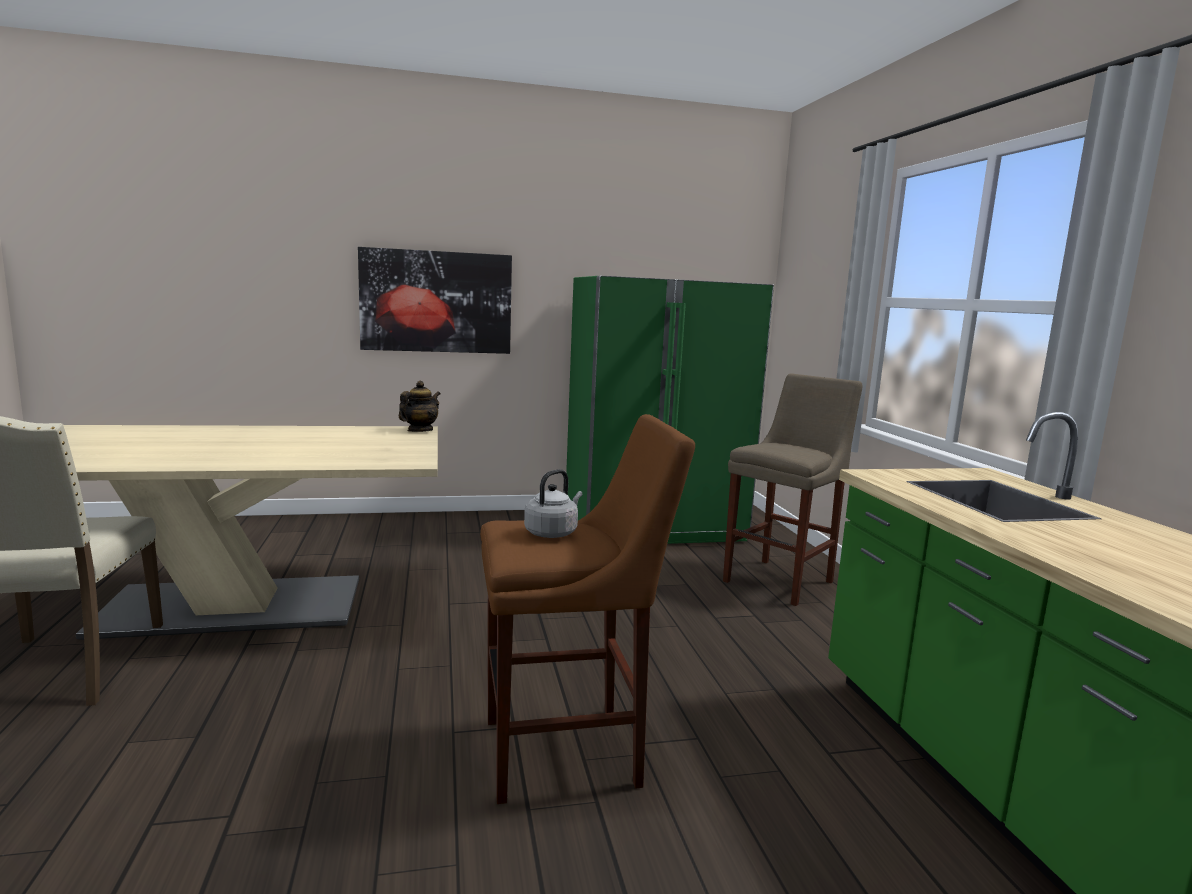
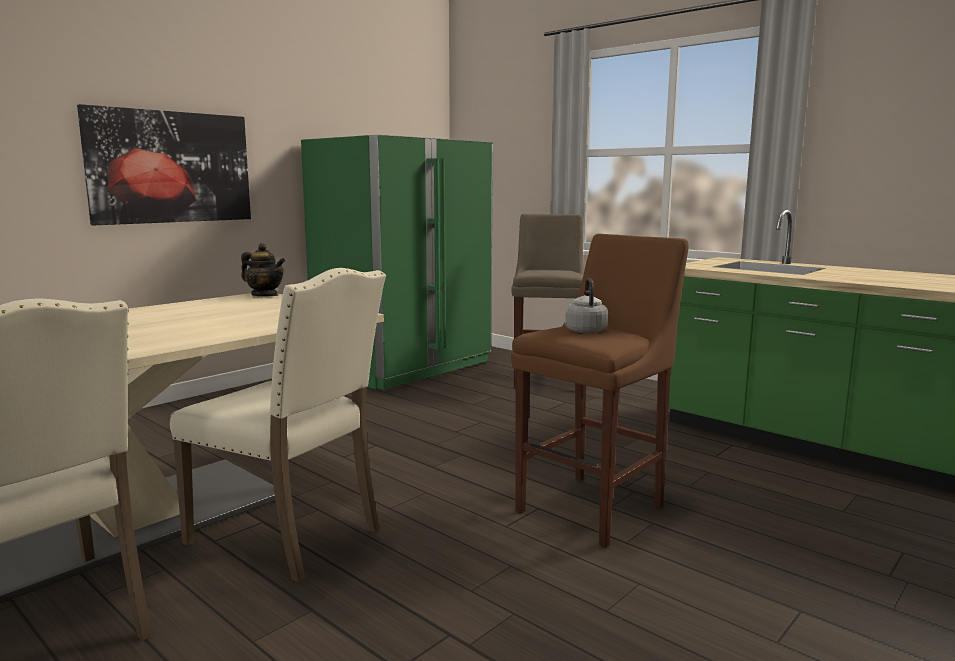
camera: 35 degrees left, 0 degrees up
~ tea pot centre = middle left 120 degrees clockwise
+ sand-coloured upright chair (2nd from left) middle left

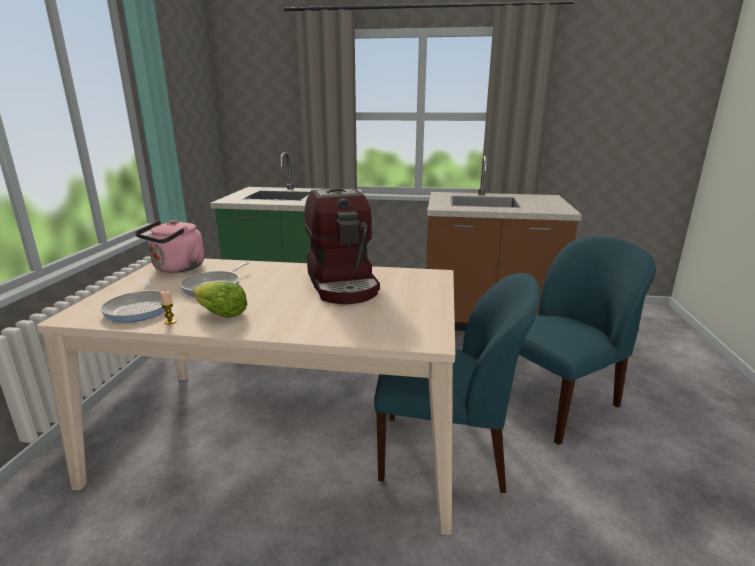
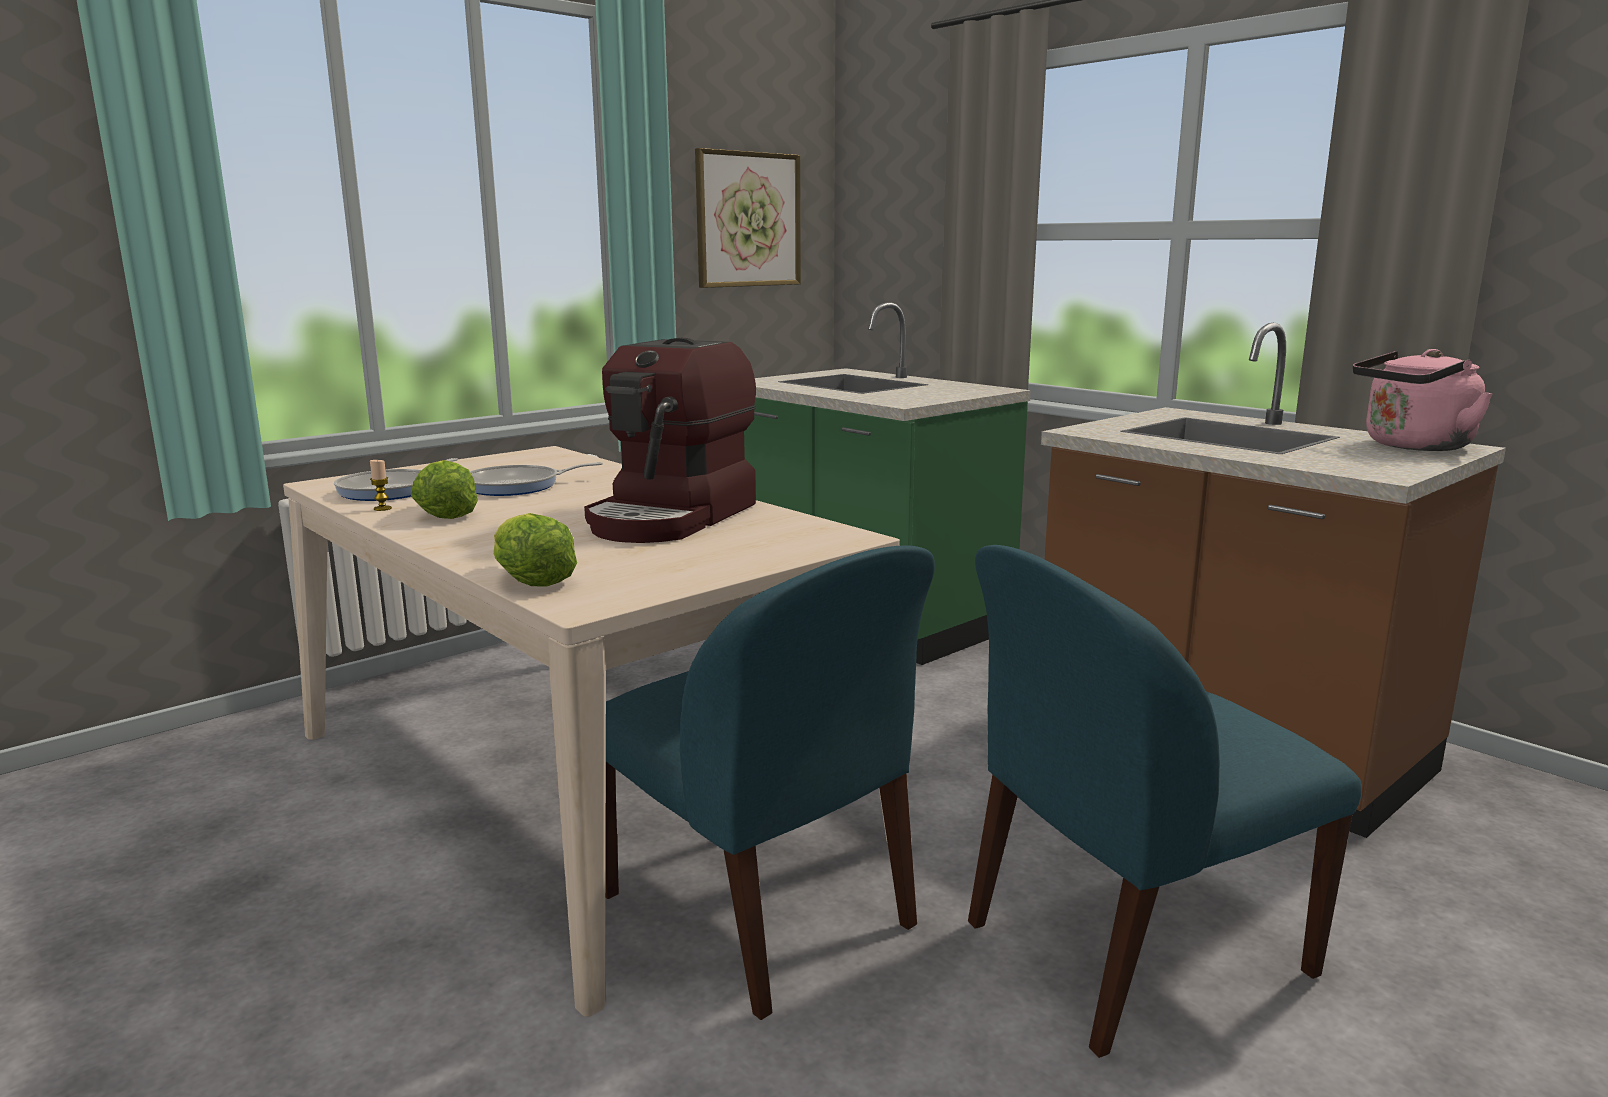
camera: 40 degrees right, 5 degrees down
~ pinkish water kettle middle left to middle right
~ blue upright chair (2nd from left) middle right = bottom right 150 degrees clockwise
+ wall art top centre
+ lettuce head (2nd from left) middle left

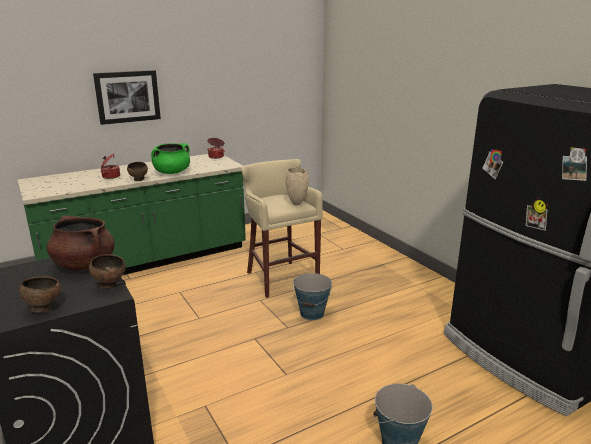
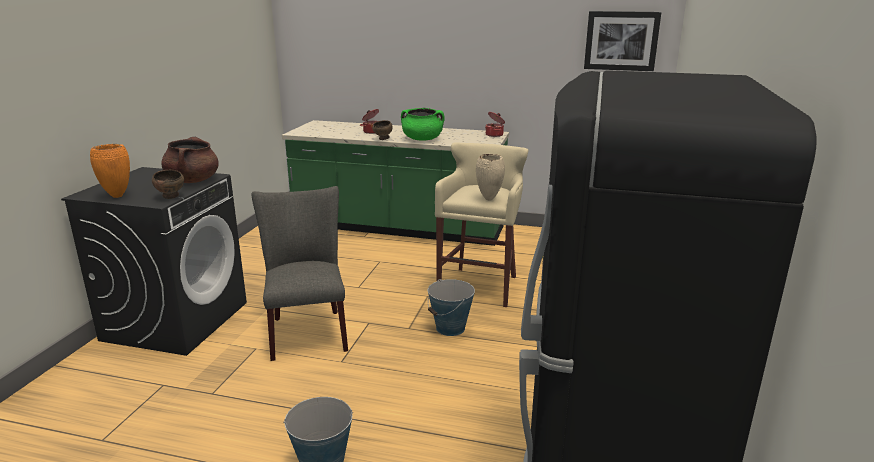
camera: 45 degrees right, 0 degrees up
~ wall art top left to top right
~ brown-coloured deep dish (1st from left) middle left to orange-coloured vase middle left
+ gray upright chair centre

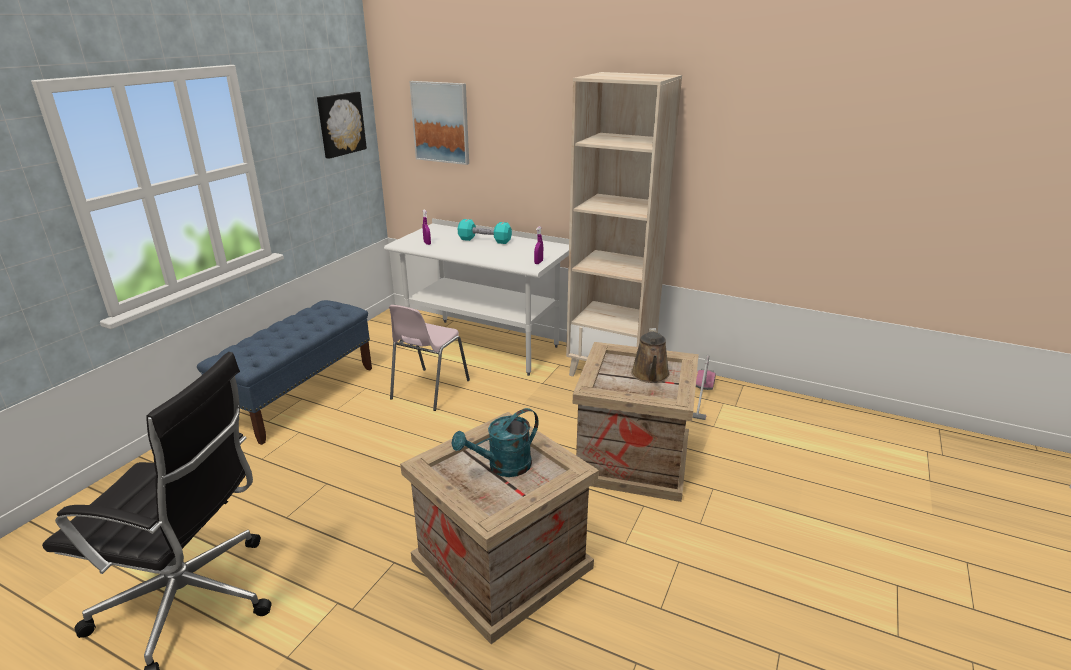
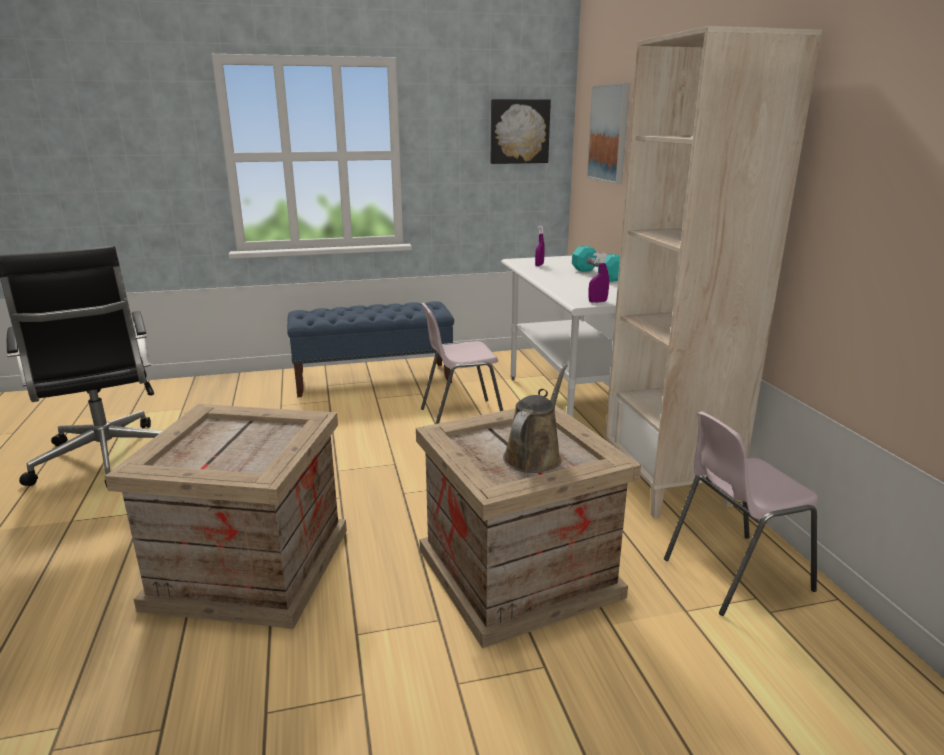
camera: 50 degrees right, 5 degrees down
~ brown-coloured sprinkling can centre = centre 150 degrees clockwise
~ vacuum centre to pinkish upright chair (2nd from left) bottom right
- turquoise-coloured sprinkling can centre

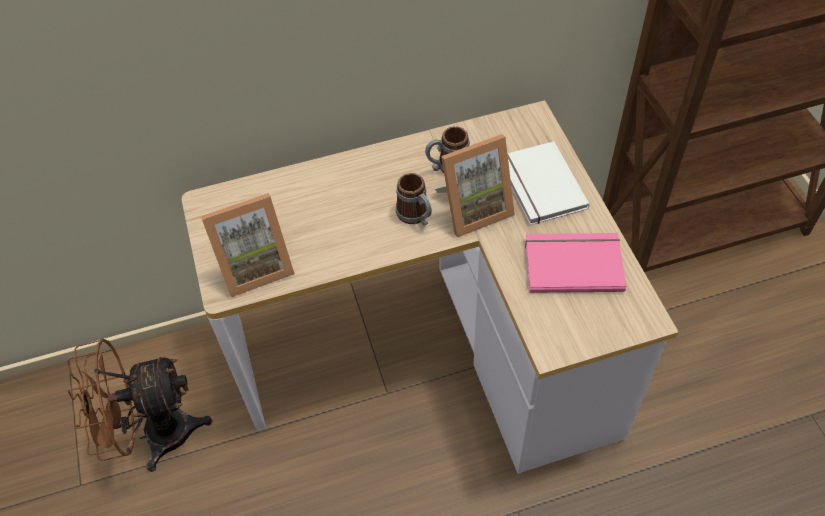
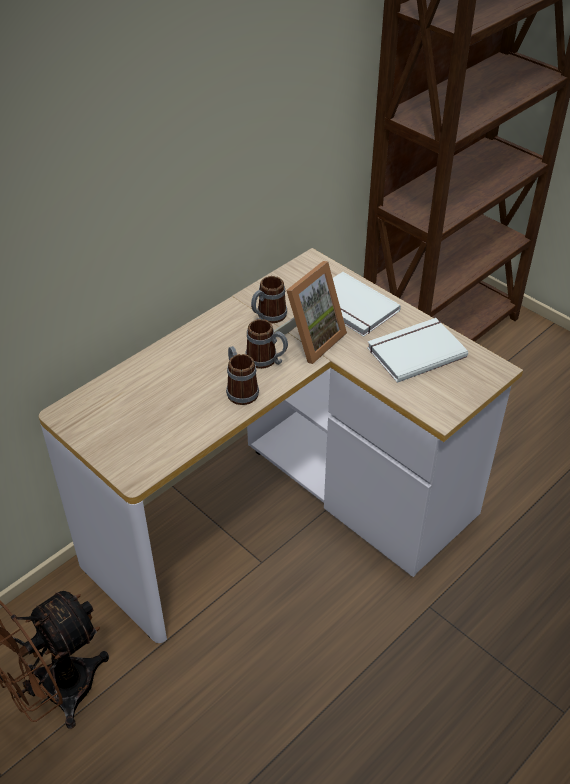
camera: 30 degrees left, 10 degrees down
- photo frame (1st from left) middle left
~ pinkish volume middle right to white volume (2nd from left) middle right
+ tea mug (1st from left) centre

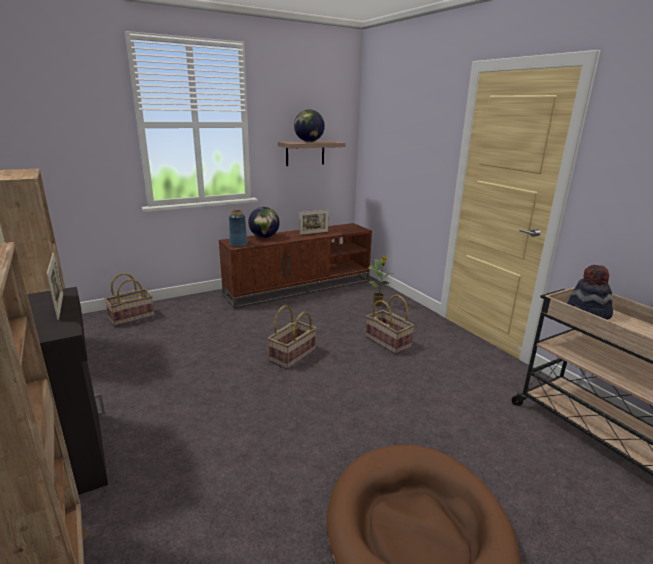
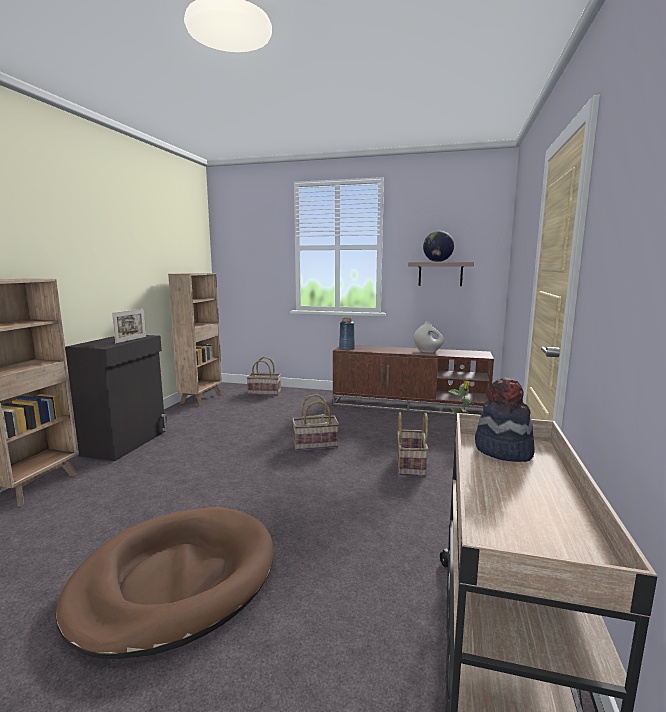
camera: 45 degrees right, 10 degrees down
- world globe (1st from left) centre
~ photo frame (2nd from left) centre to white vase centre

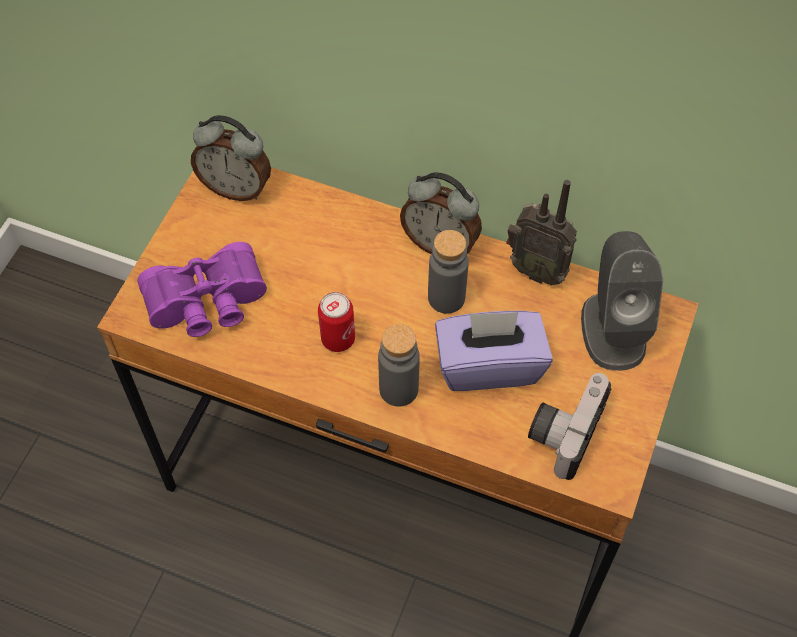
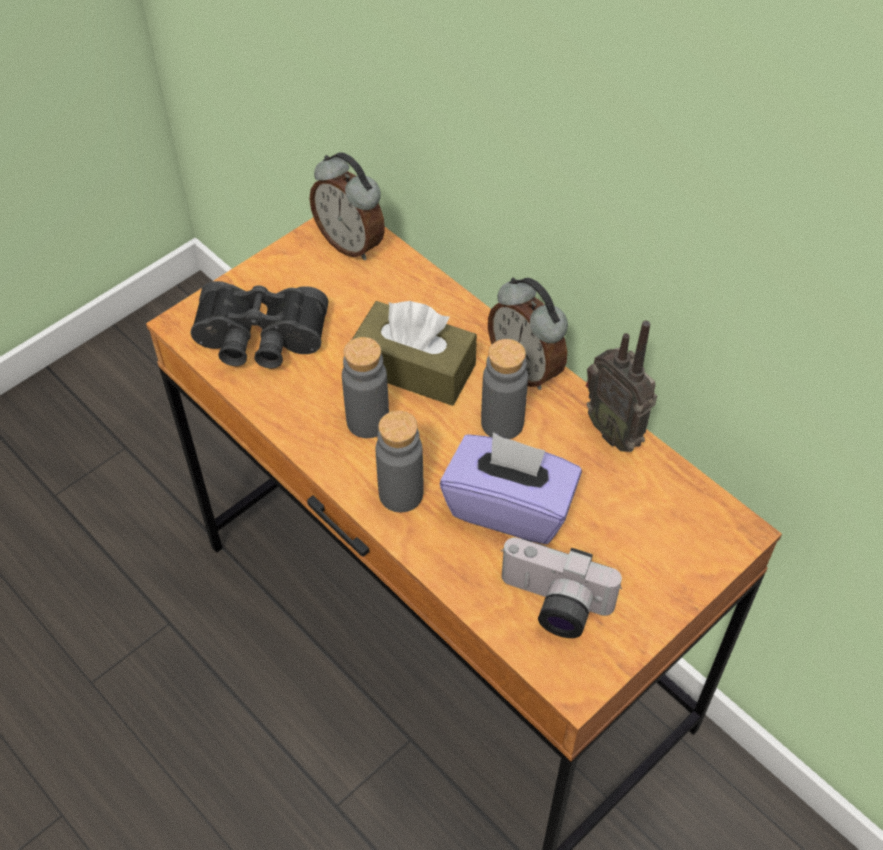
camera: 25 degrees right, 5 degrees down
- gray audio speaker middle right
~ purple-coloured binoculars middle left to blackish binoculars middle left
~ metal can centre to gray beverage bottle (1st from left) centre
~ photo camera bottom right = bottom centre 120 degrees counterclockwise
+ brown-coloured tissue box centre

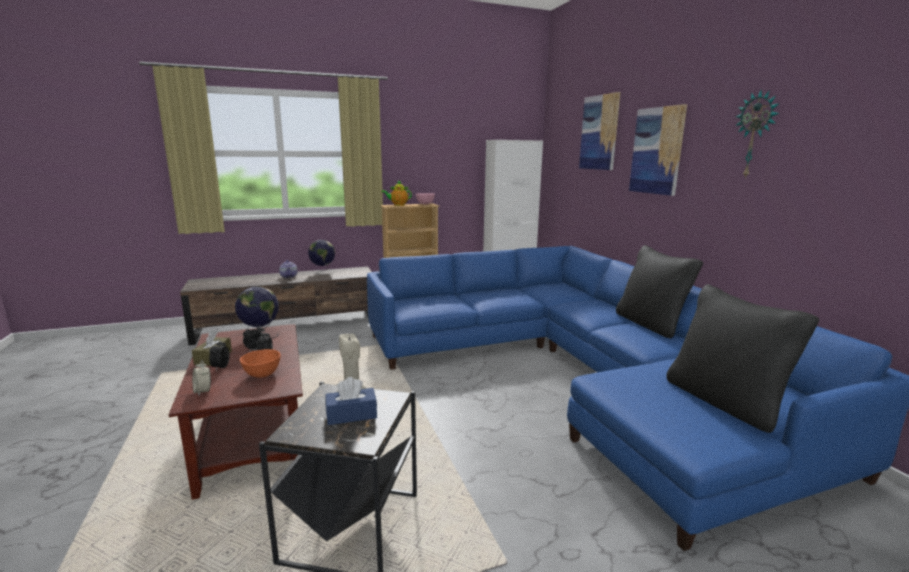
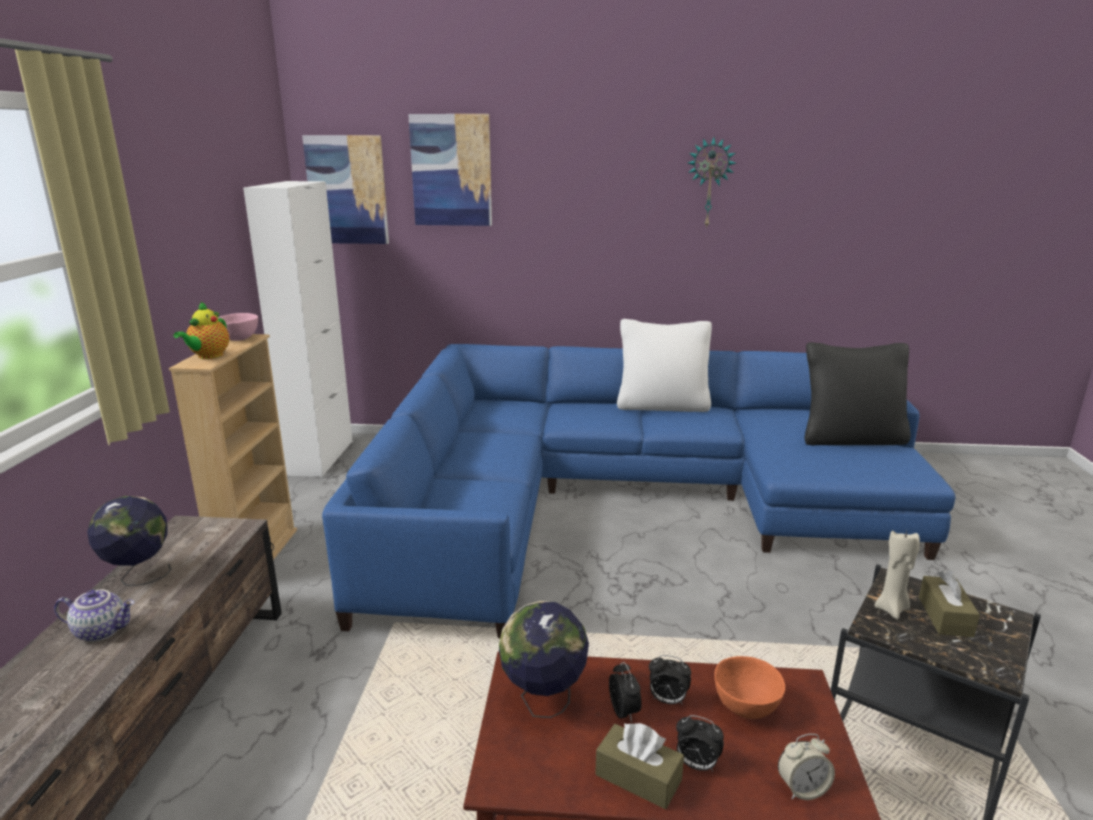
camera: 65 degrees left, 5 degrees up
~ wall art (2nd from left in the first image) top right to wall art (1st from left) top left
~ blackish throw pillow (1st from left) middle right to white throw pillow centre
~ blue tissue box bottom centre to brown-coloured tissue box (2nd from left) bottom right

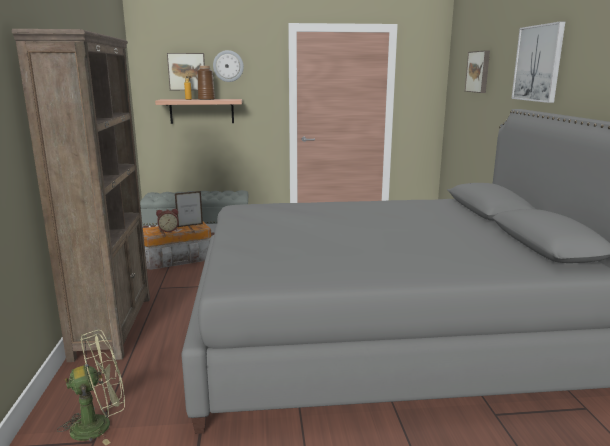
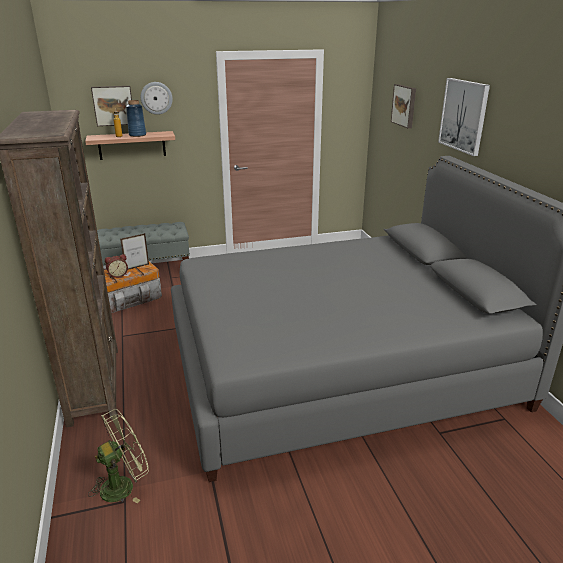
camera: 10 degrees left, 10 degrees up
~ brown-coloured vase top centre to blue vase top left

